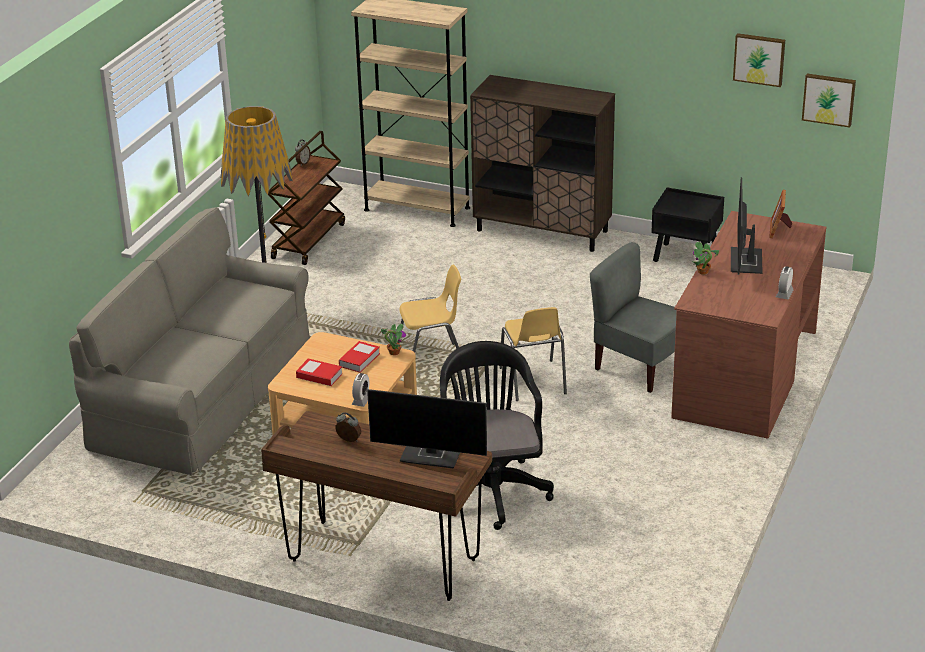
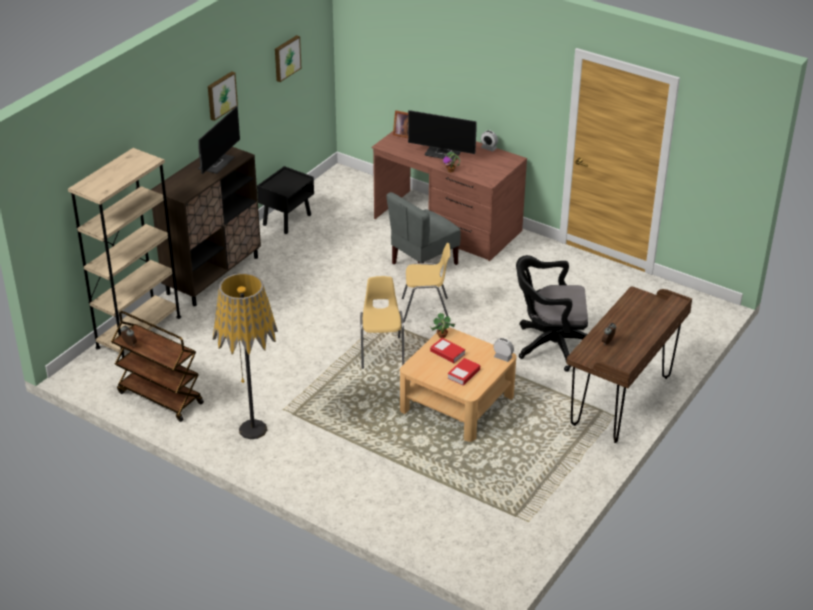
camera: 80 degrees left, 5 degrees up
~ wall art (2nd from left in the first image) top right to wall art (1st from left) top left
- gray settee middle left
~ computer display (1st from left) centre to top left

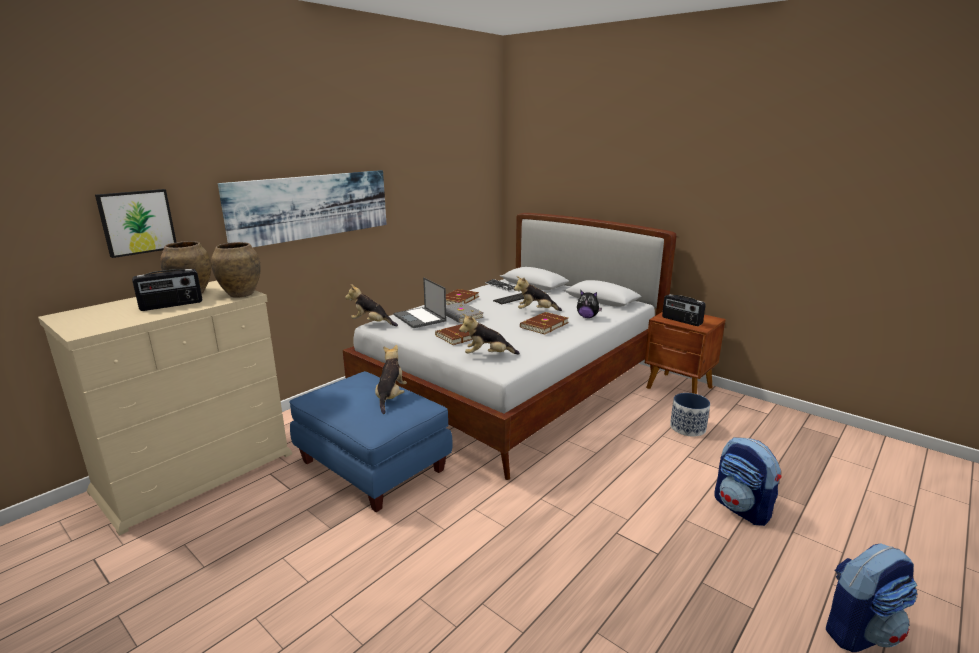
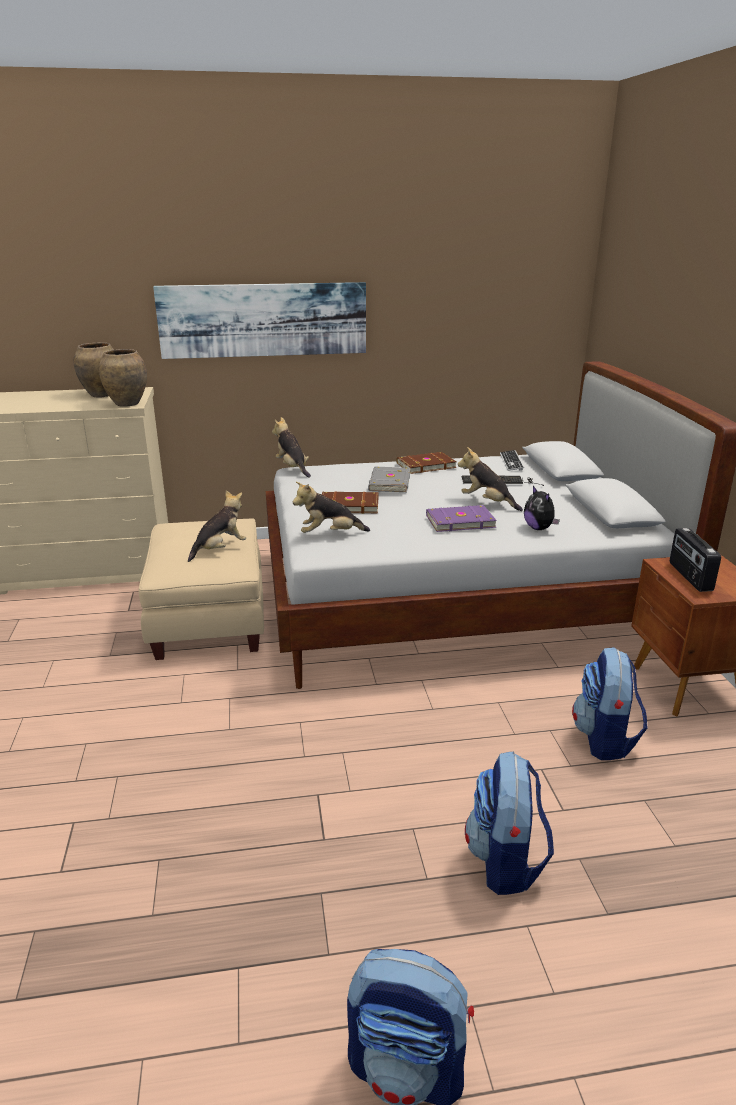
camera: 40 degrees right, 5 degrees up
- wall art (1st from left) middle left
- radio receiver (1st from left) middle left
- portable computer centre
~ brown-coloured volume (3rd from left) centre to purple-coloured volume centre
~ plush toy (3rd from left) centre = centre 45 degrees counterclockwise
~ blue pouffe bottom centre to sand-coloured pouffe middle left
~ plant pot middle right to knapsack (3rd from left) middle right

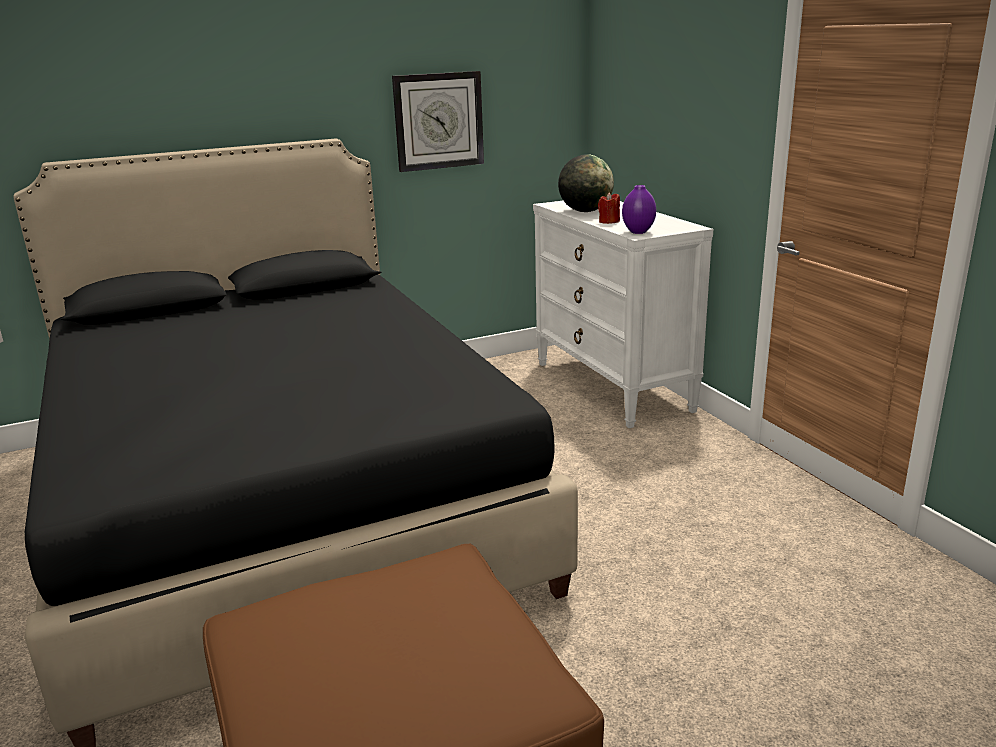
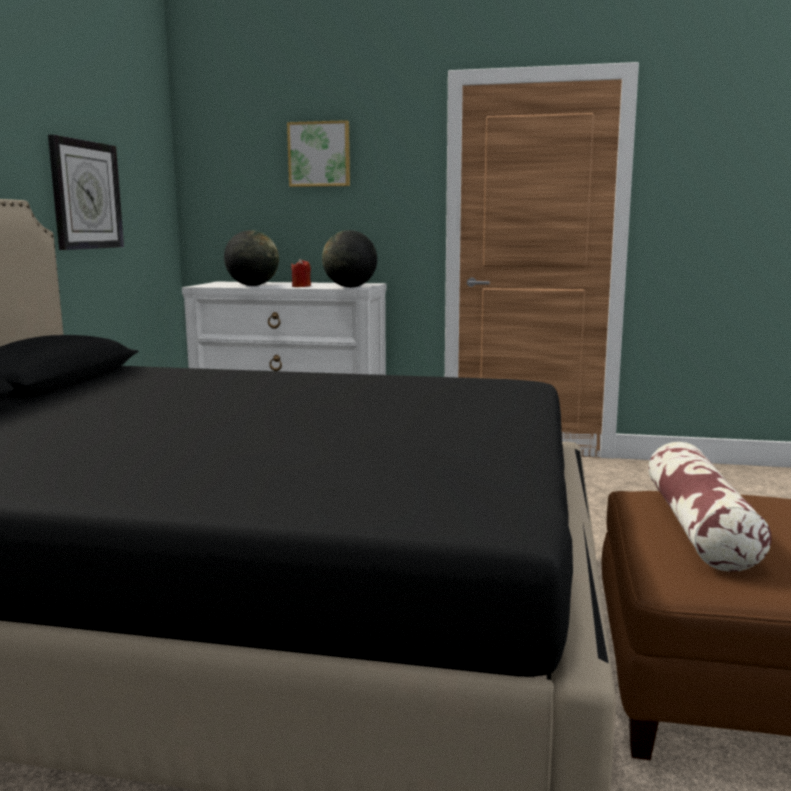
camera: 55 degrees left, 10 degrees down
~ purple-coloured vase top centre to world globe (2nd from left) top centre
+ wall art top centre
+ throw pillow middle right

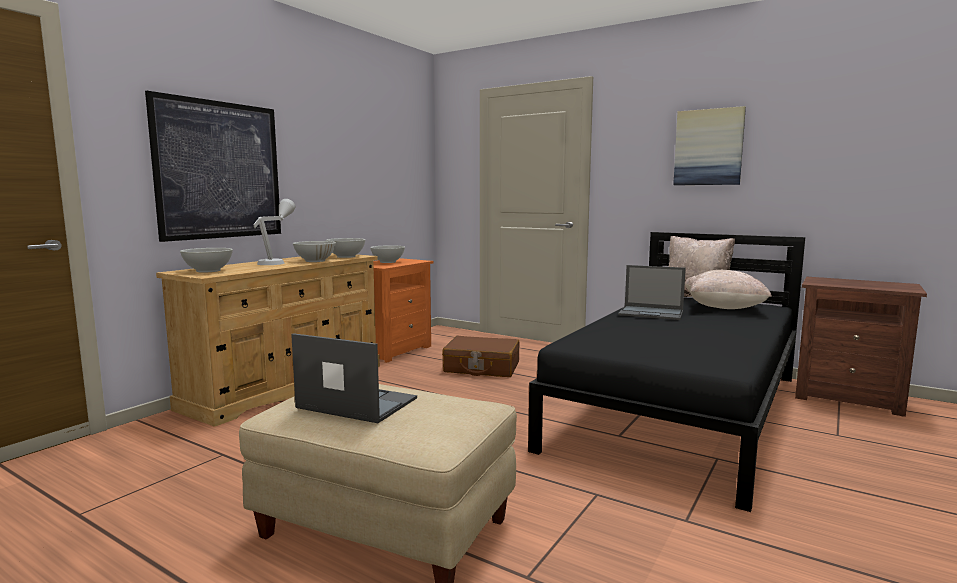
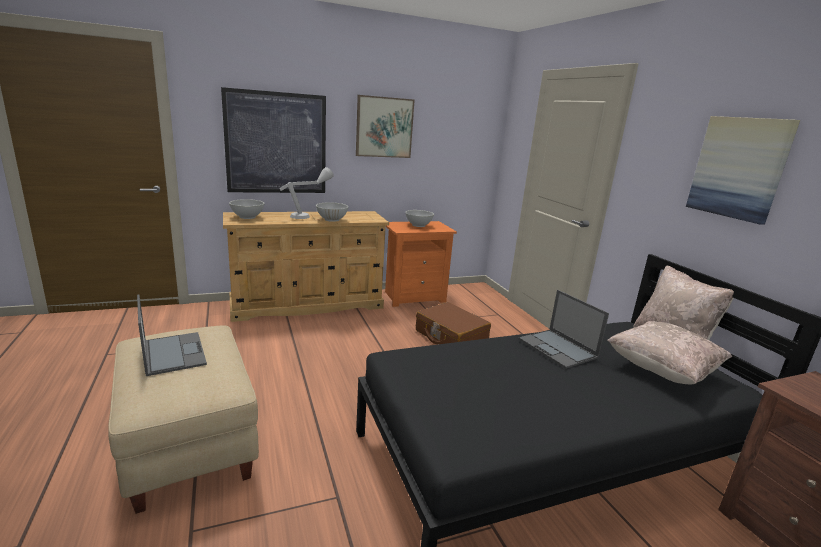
camera: 35 degrees right, 10 degrees up
- white deep dish (3rd from left) centre
+ wall art (2nd from left) top centre

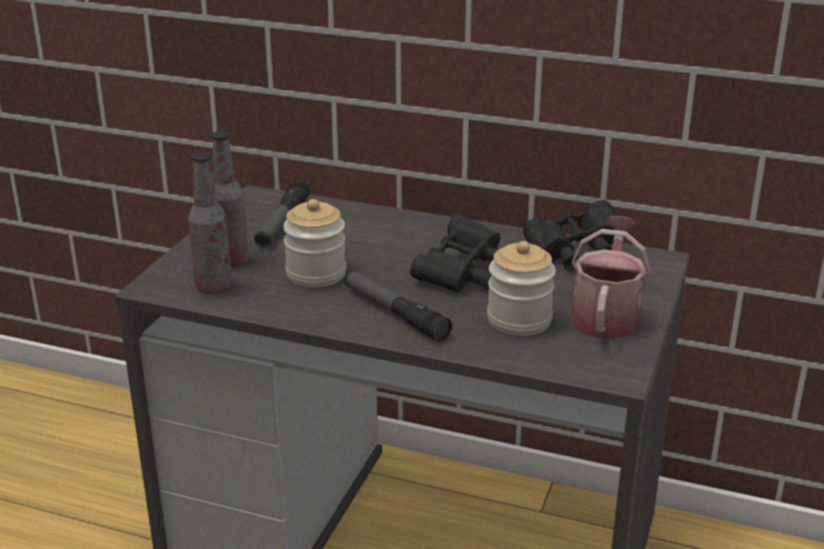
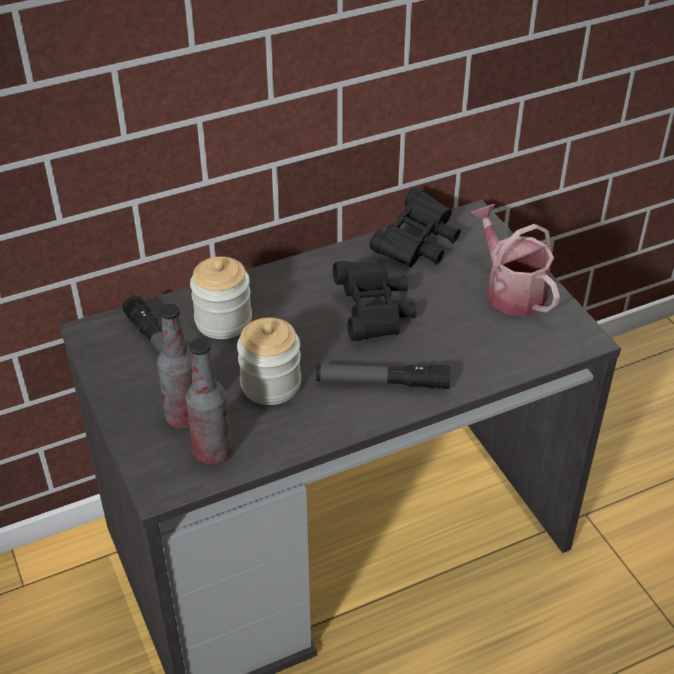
camera: 45 degrees left, 15 degrees up
~ preserve jar (2nd from left in the first image) centre to preserve jar (1st from left) middle left

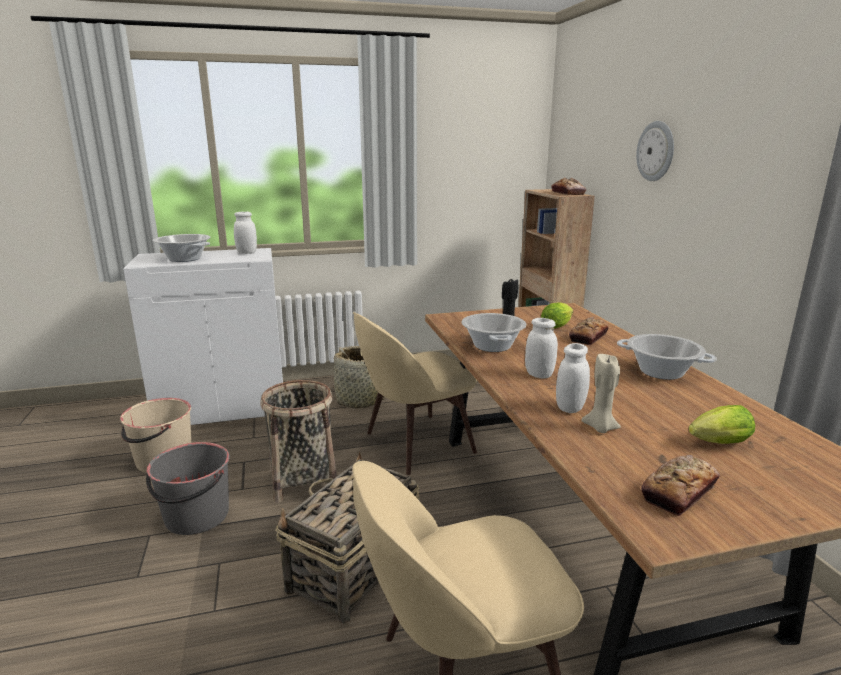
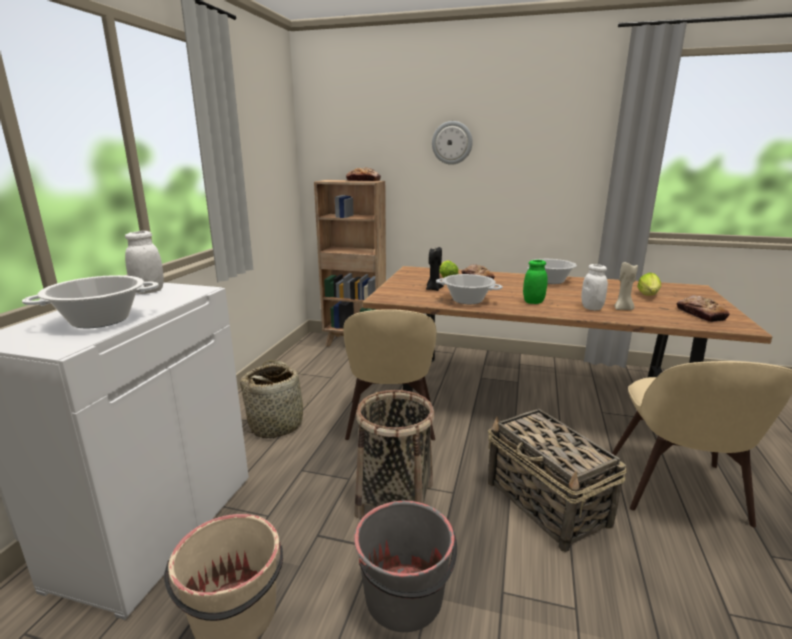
camera: 60 degrees left, 0 degrees up
~ white preserve jar (2nd from left) centre to greenish preserve jar middle right

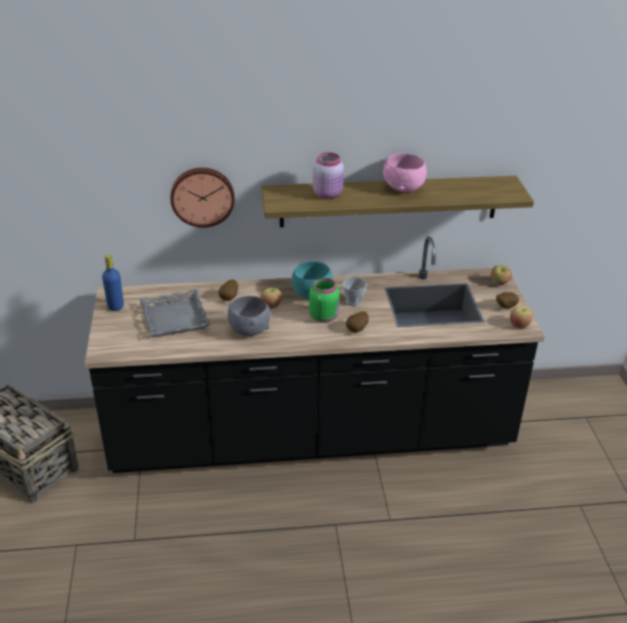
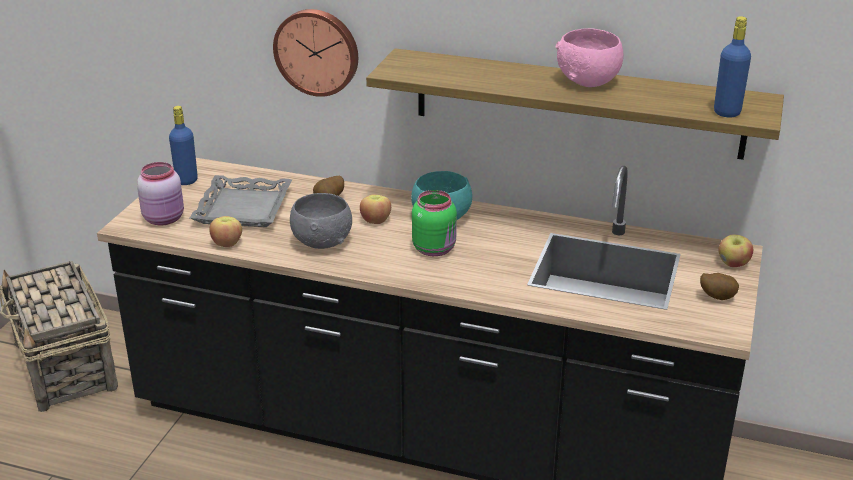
camera: 25 degrees right, 5 degrees down
~ pinkish preserve jar top centre to middle left
- drinking cup centre
~ apple (3rd from left in the first image) middle right to apple (1st from left) middle left
- spud (2nd from left) centre
+ blue beverage bottle (2nd from left) top right

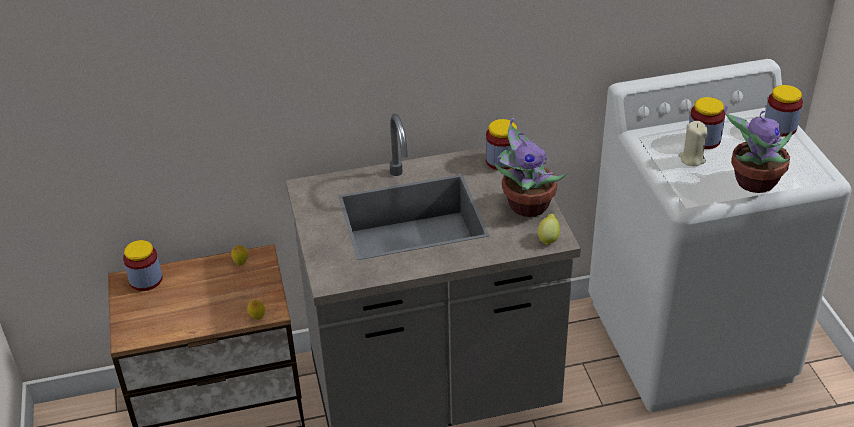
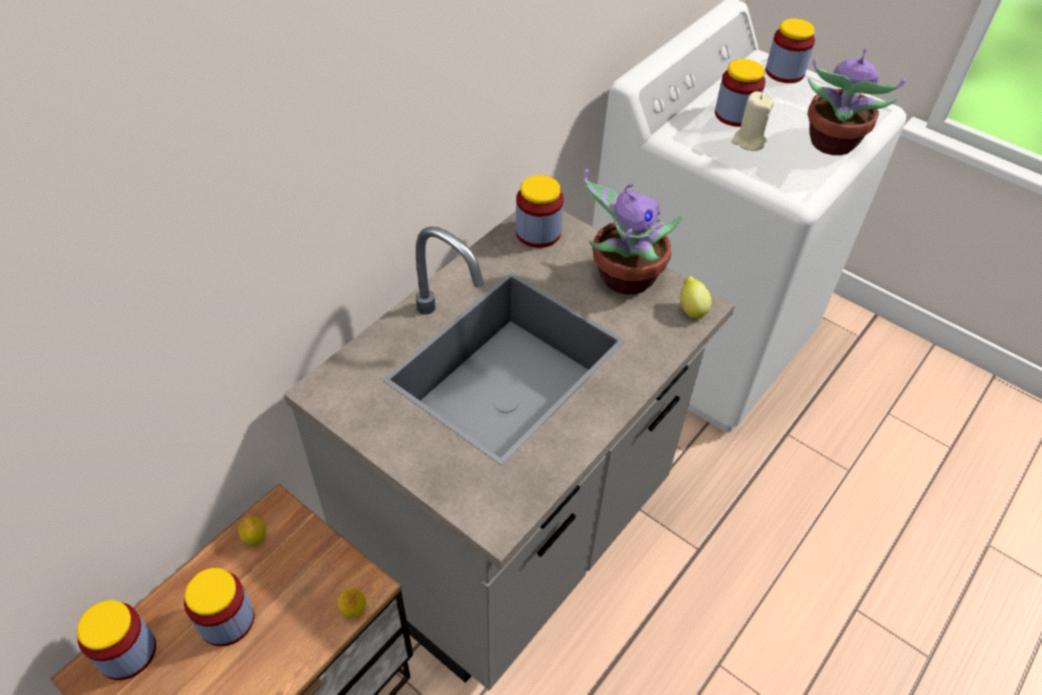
camera: 40 degrees left, 10 degrees up
+ preserve jar (2nd from left) bottom left

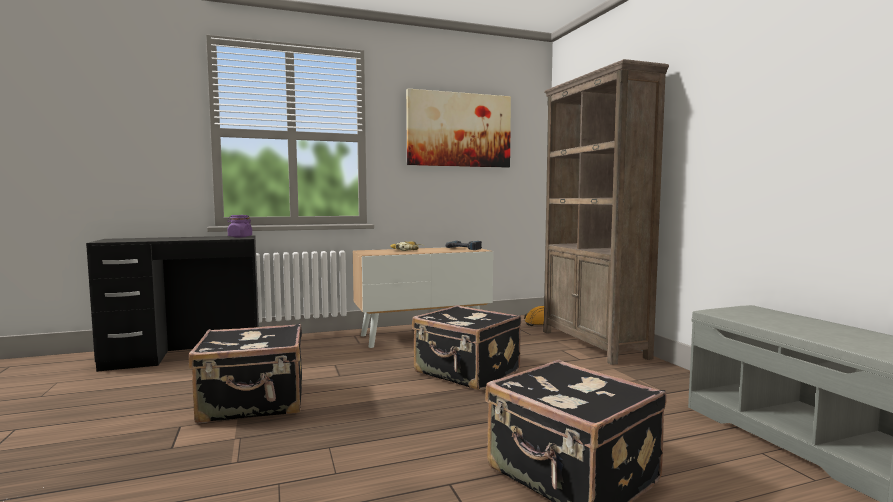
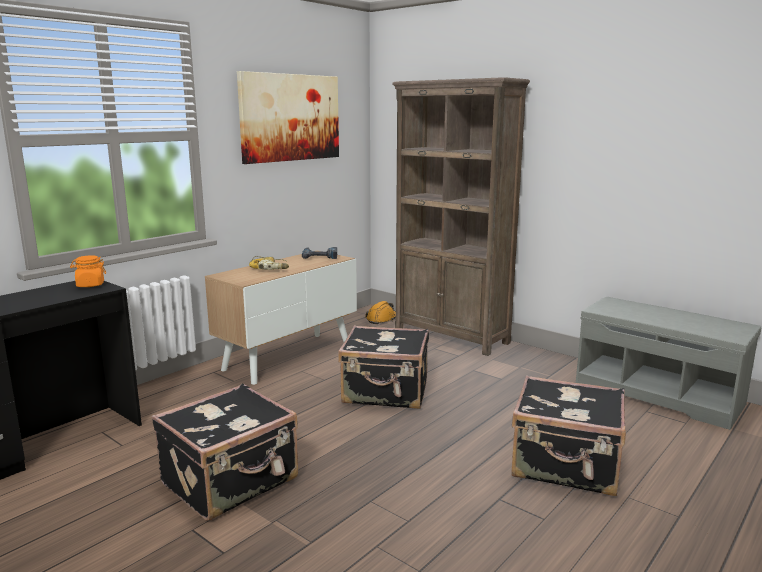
camera: 30 degrees left, 10 degrees up
~ purple-coloured preserve jar middle left to orange-coloured preserve jar middle left

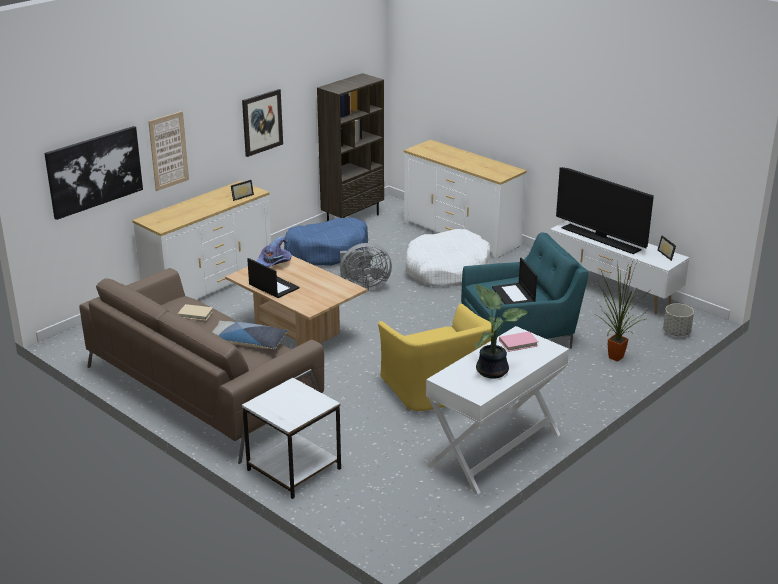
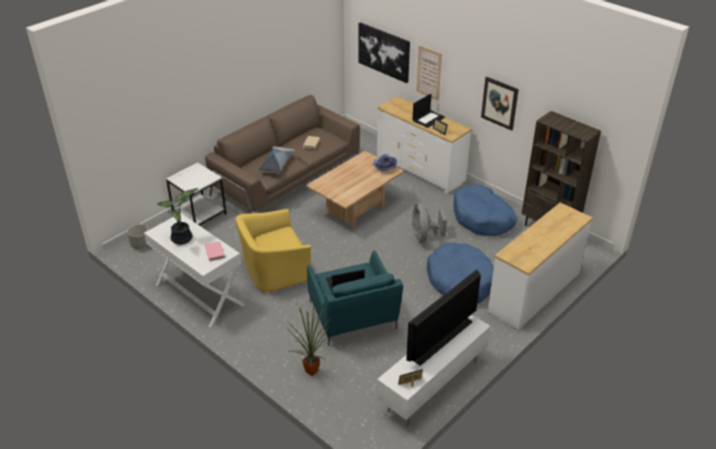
camera: 90 degrees right, 10 degrees up
~ white dog bed centre to blue dog bed (1st from left) centre
~ portable computer (1st from left in the first image) centre to portable computer (2nd from left) top centre
~ gray plant pot middle right to middle left

